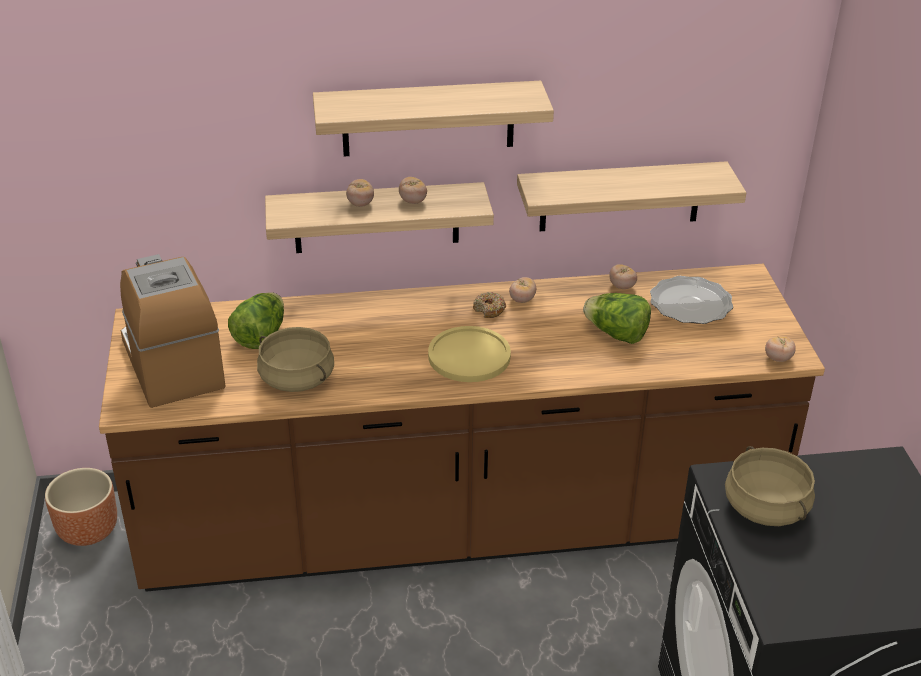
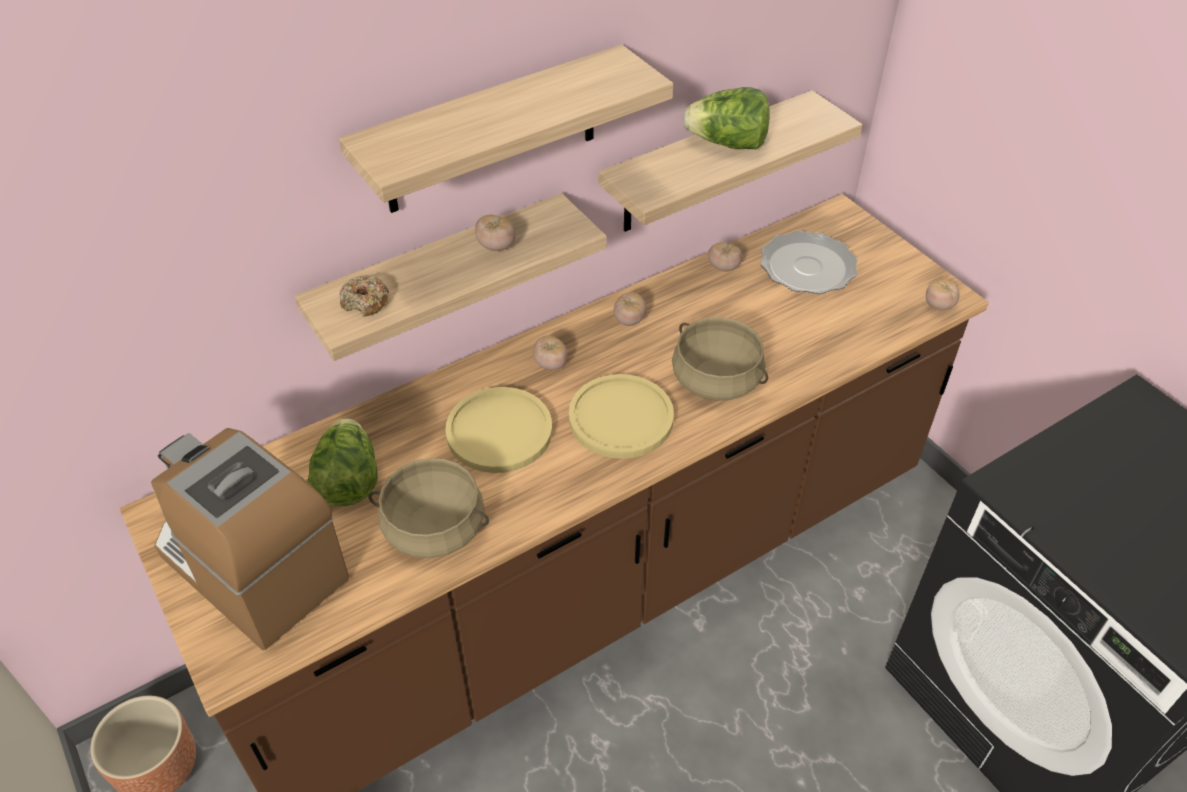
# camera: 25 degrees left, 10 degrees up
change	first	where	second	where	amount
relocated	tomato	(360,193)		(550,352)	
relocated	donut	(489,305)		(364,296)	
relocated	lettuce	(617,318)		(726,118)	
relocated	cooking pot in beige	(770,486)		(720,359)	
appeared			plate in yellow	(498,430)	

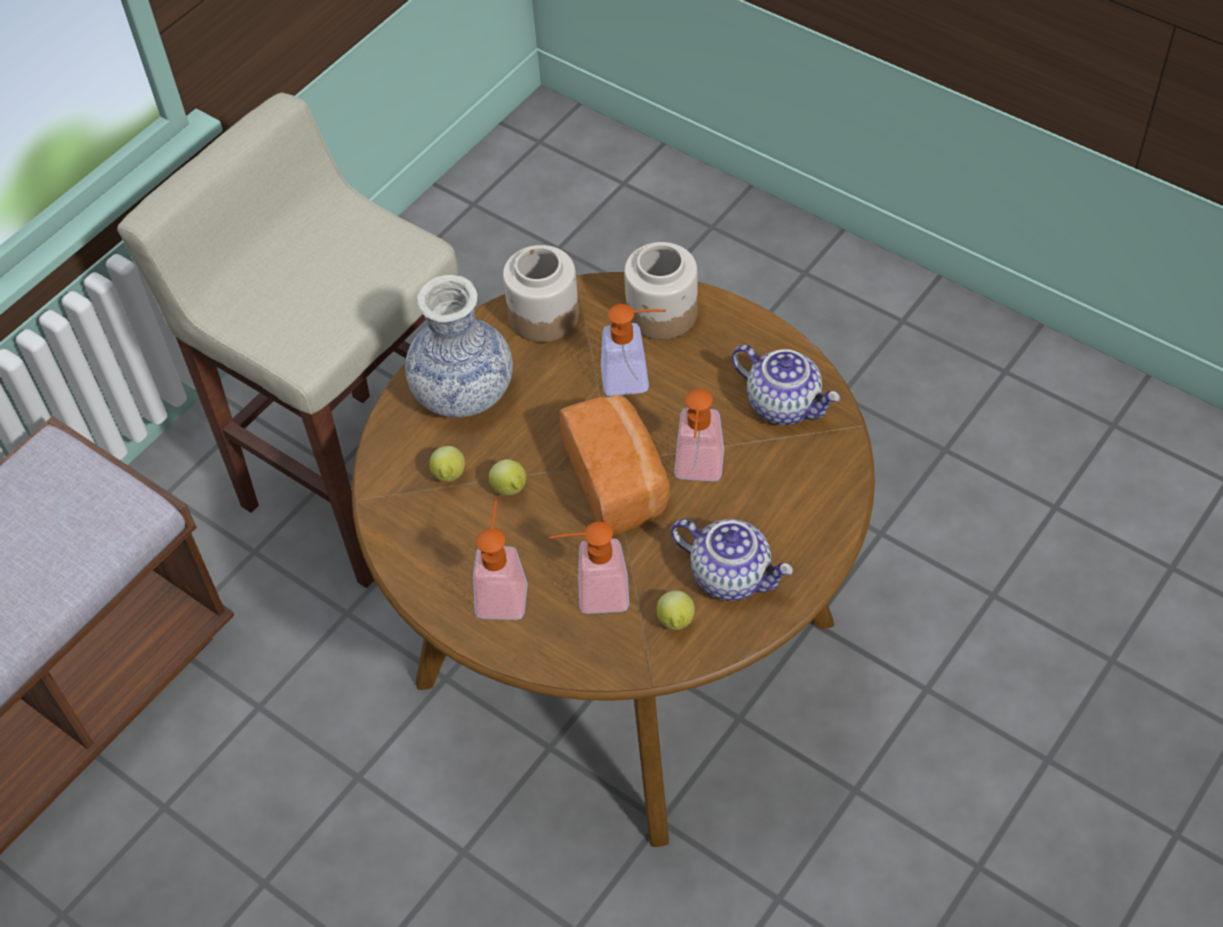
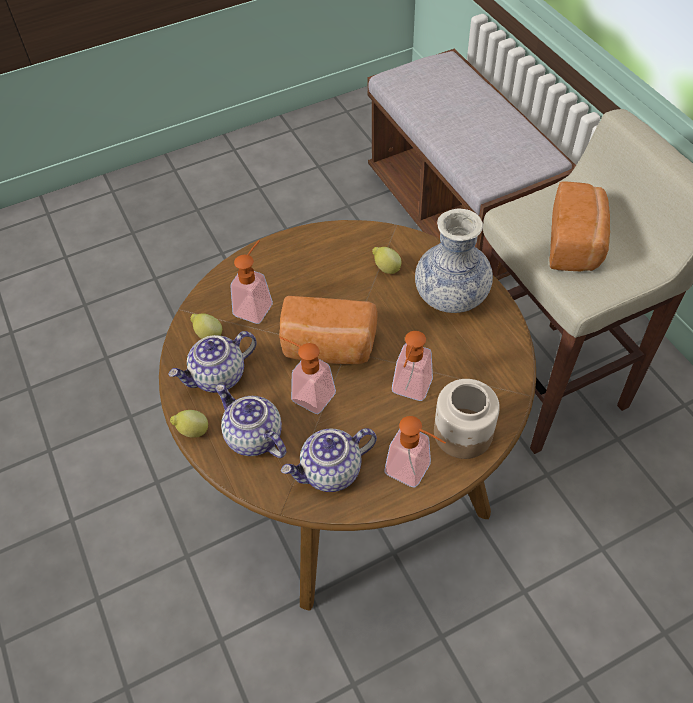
# camera: 115 degrees right, 0 degrees up
change	first	where	second	where	amount
missing	jar	(541,294)			
relocated	lemon	(507,477)		(189,424)	
relocated	soap dispenser	(500,560)		(415,452)	
appeared			bread	(580,226)	
appeared			teapot	(251,421)	

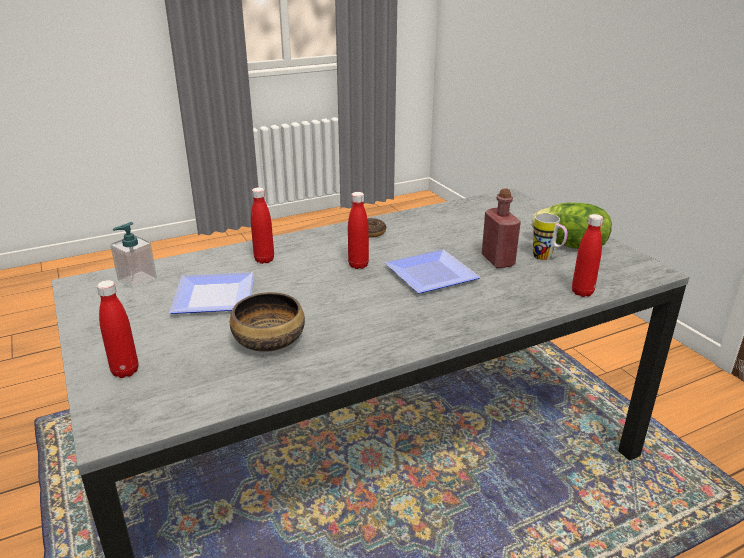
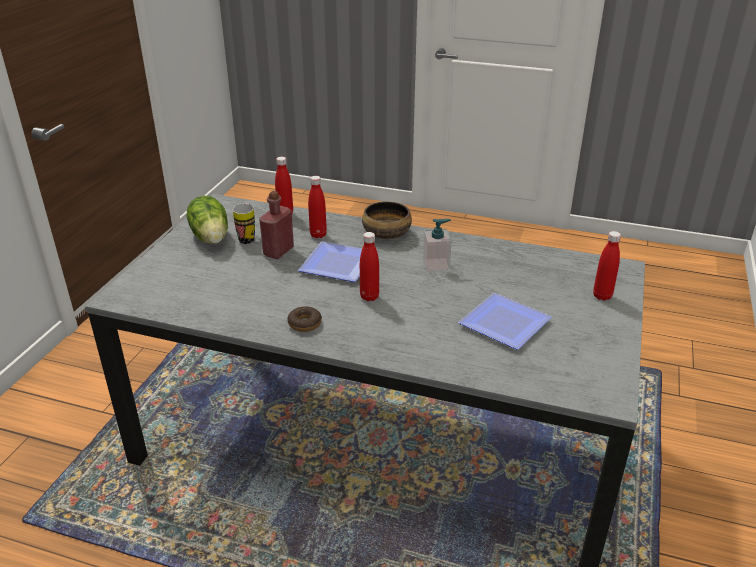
# camera: 135 degrees left, 5 degrees up
change	first	where	second	where	amount
relocated	bottle in red	(262,225)		(317,207)	
relocated	soap dispenser	(133,255)		(437,245)	
relocated	bowl	(267,322)		(387,220)	

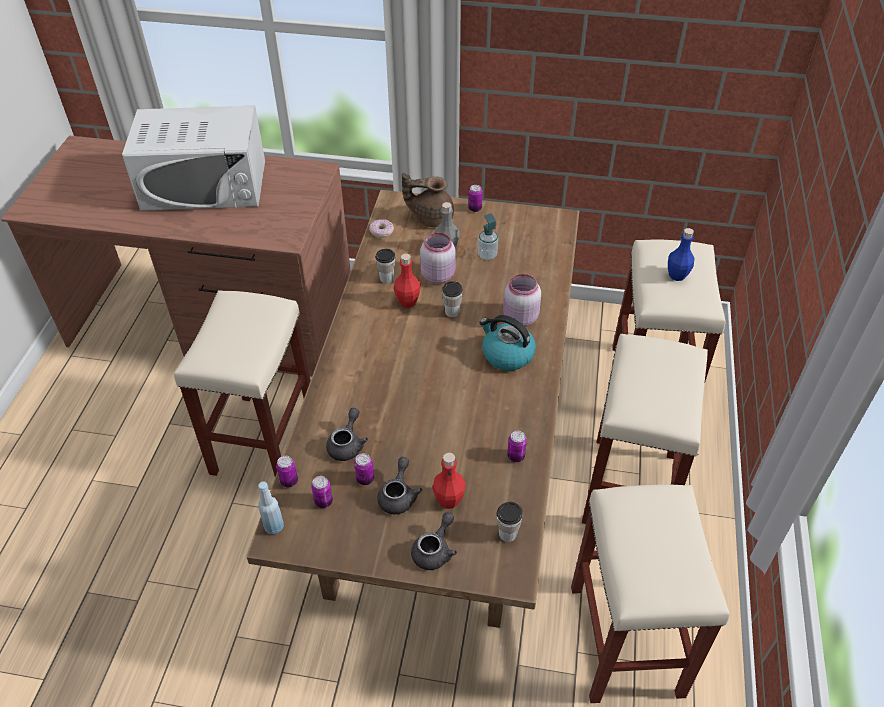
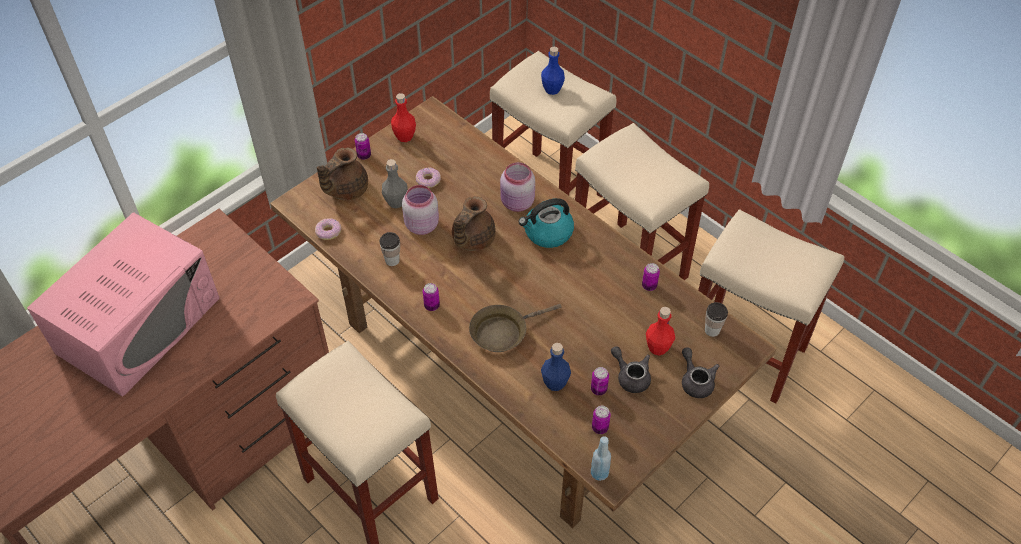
# camera: 55 degrees left, 5 degrees up
change	first	where	second	where	amount
colour	microwave in white	(193,158)	microwave in pink	(123,304)	
exchanged	soap dispenser	(488,236)	donut	(428,178)	
relocated	bottle in red	(407,281)		(403,117)	
exchanged	cup	(452,299)	teapot in brown	(474,223)	
exchanged	teapot in grey	(347,434)	bottle in blue	(556,367)	
relocated	can	(287,472)		(431,297)	
appeared			frying pan in brown	(515,328)	

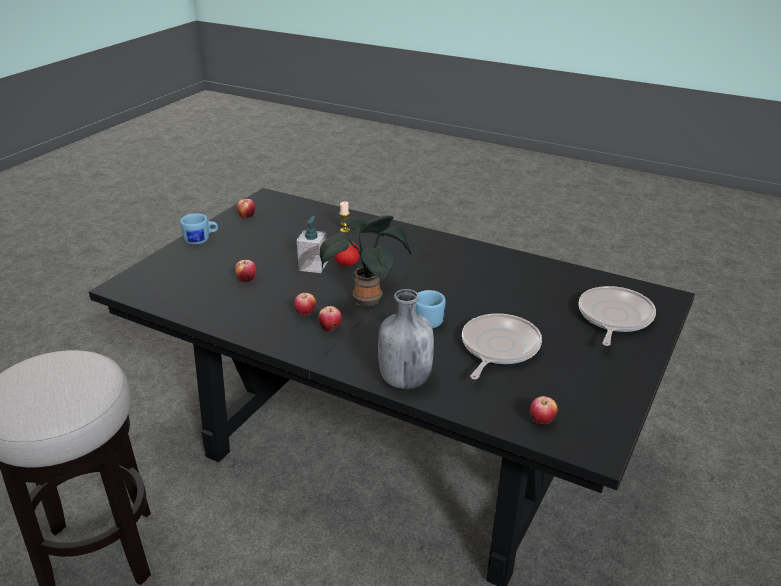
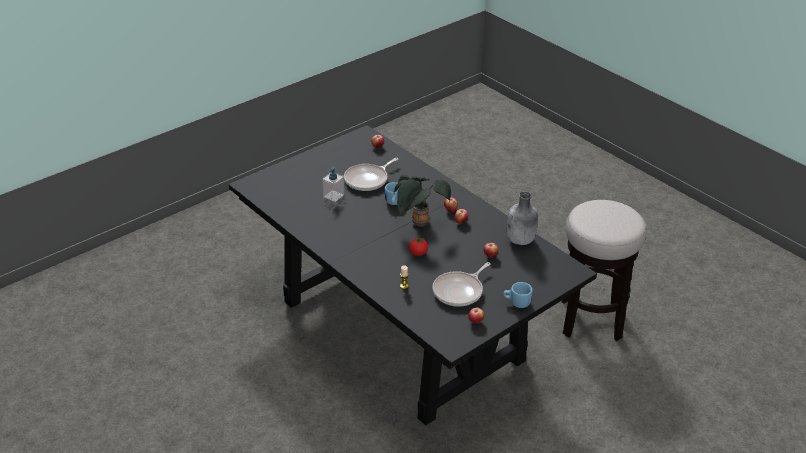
# camera: 160 degrees left, 5 degrees up
change	first	where	second	where	amount
relocated	soap dispenser	(312,244)		(333,184)	
relocated	frying pan	(617,316)		(462,284)	
relocated	bottle in grey	(406,339)		(522,218)	

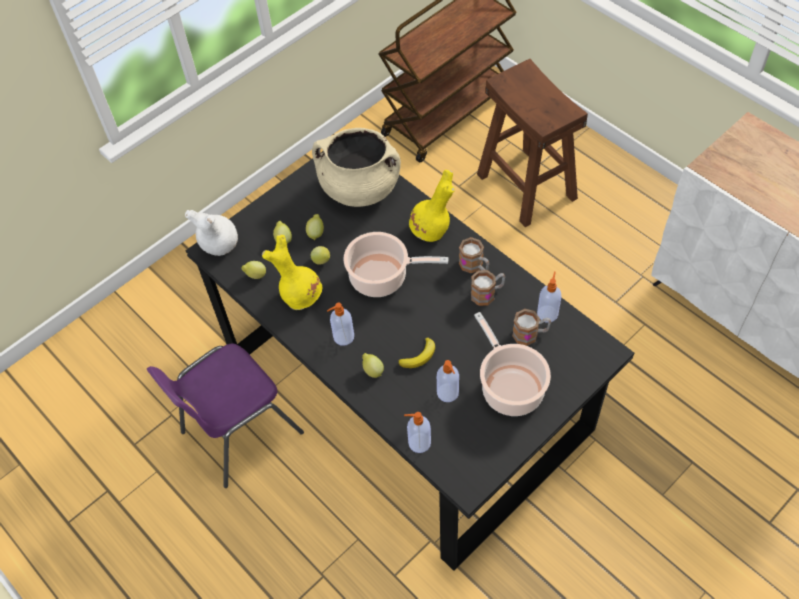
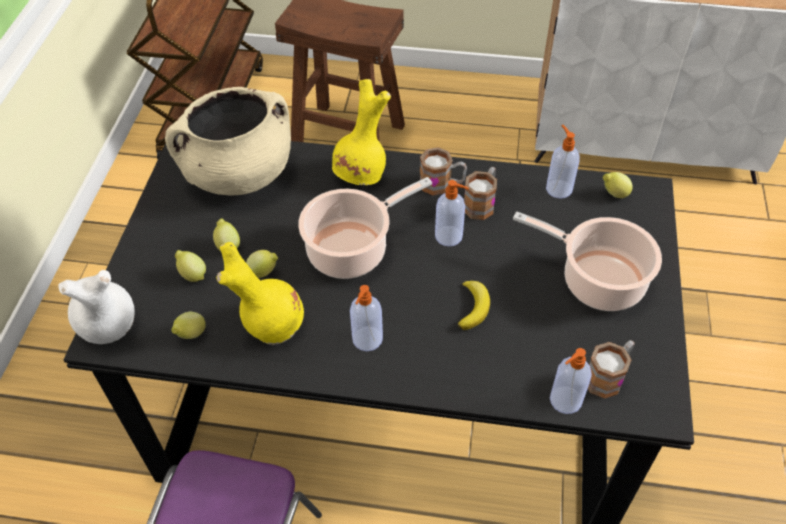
# camera: 40 degrees left, 5 degrees down
change	first	where	second	where	amount
relocated	mug	(531,327)		(611,369)	
relocated	lemon	(373,365)		(618,185)	
relocated	soap dispenser	(448,381)		(452,213)	

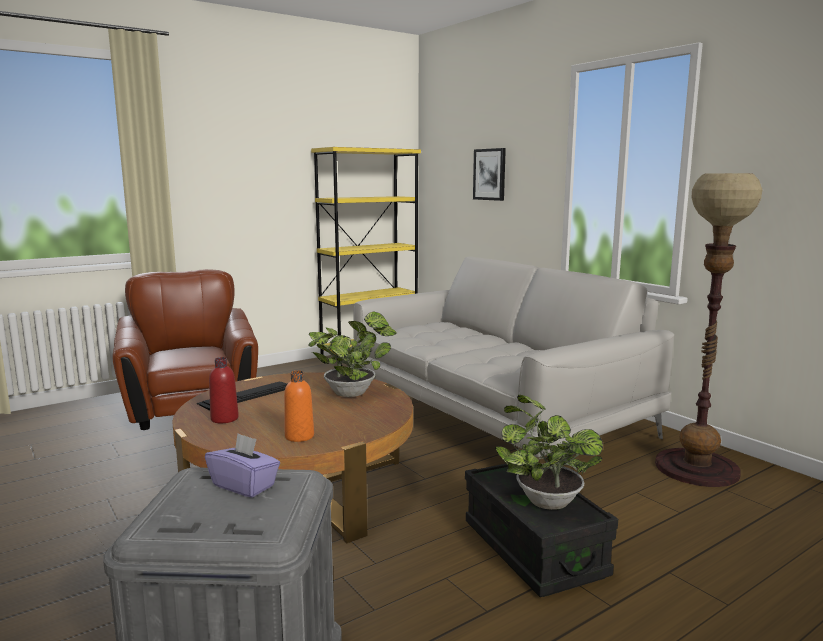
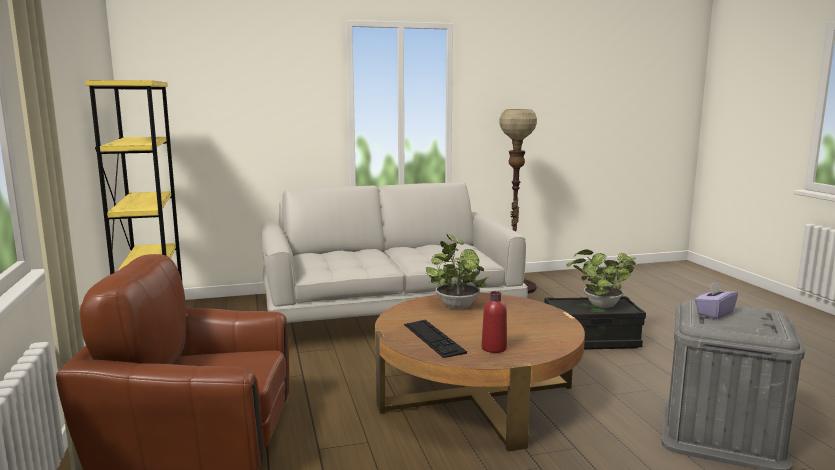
# camera: 70 degrees left, 0 degrees up
change	first	where	second	where	amount
missing	picture	(489,174)			
missing	bottle in orange	(299,406)			

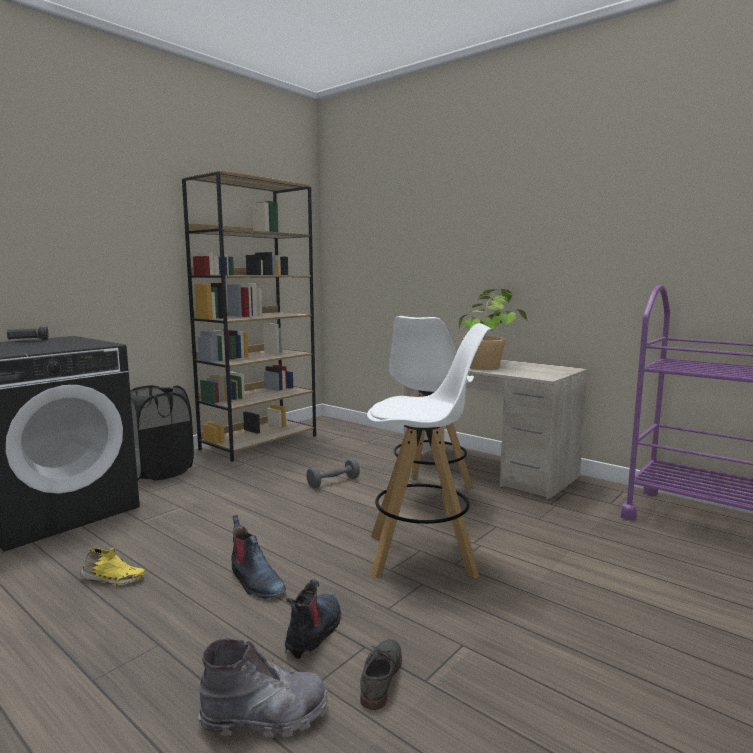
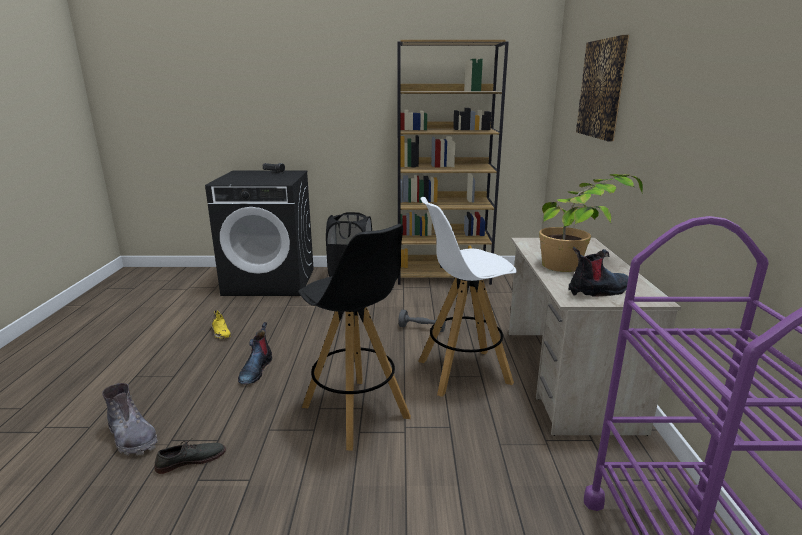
# camera: 50 degrees right, 10 degrees up
change	first	where	second	where	amount
colour	stool in white	(429,450)	stool in black	(354,337)	
relocated	boot	(313,619)		(598,272)	
appeared			picture	(602,88)	

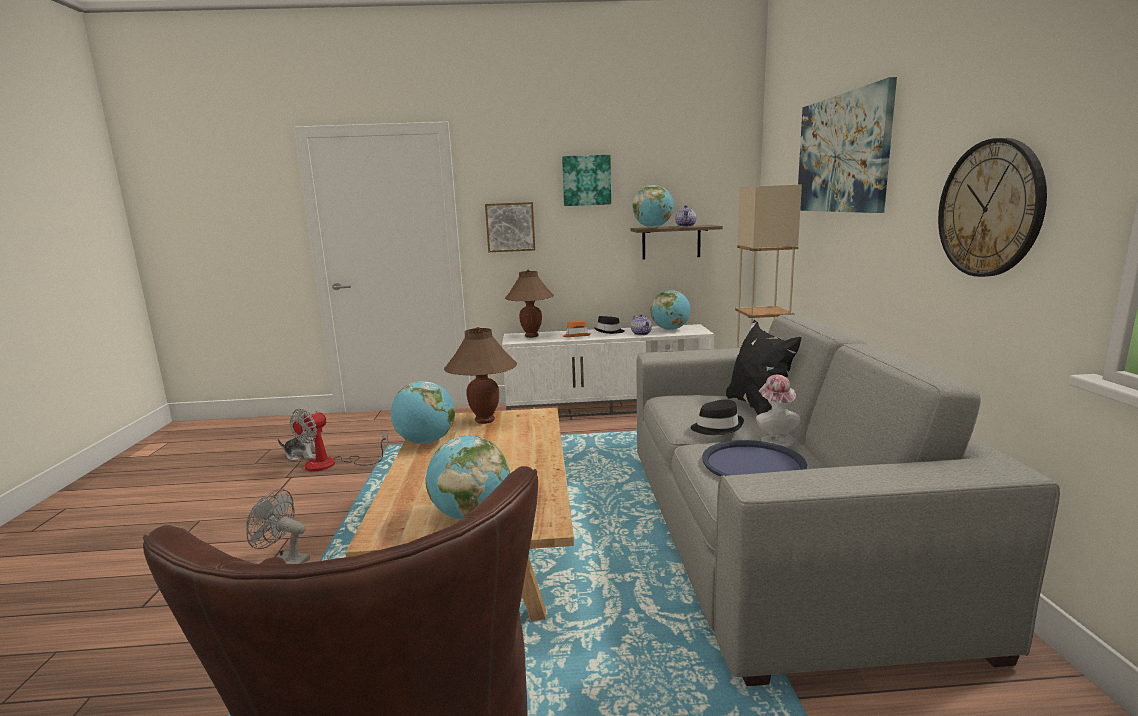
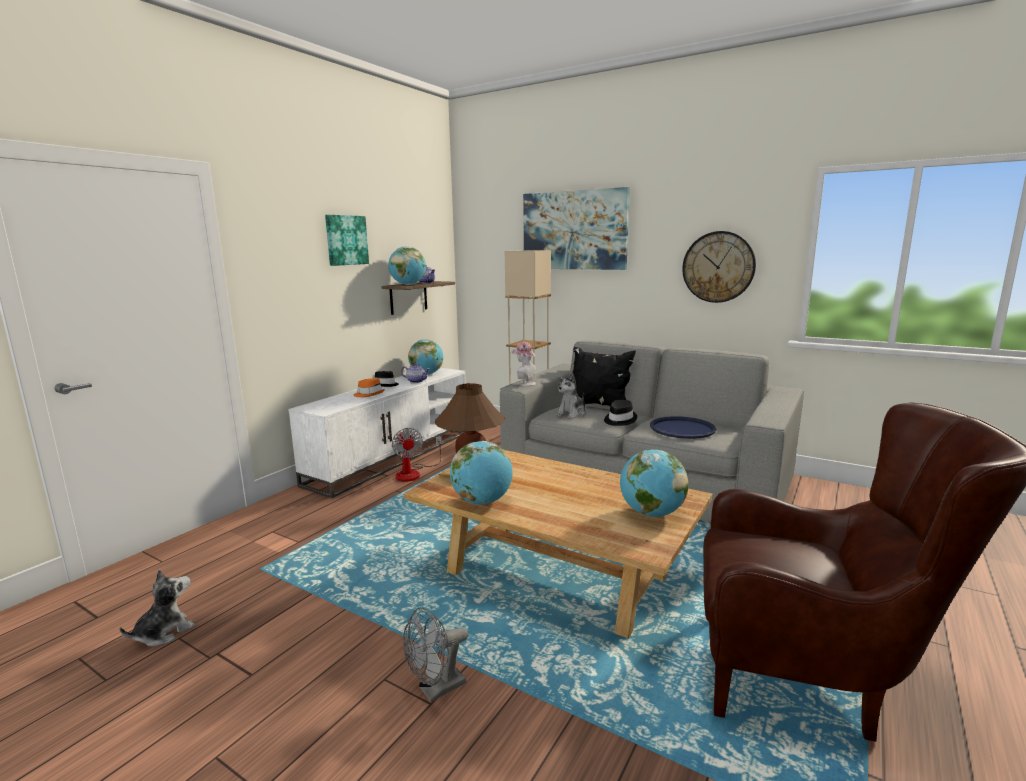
# camera: 55 degrees left, 0 degrees up
change	first	where	second	where	amount
missing	picture	(510,227)			
missing	table lamp in brown	(529,303)			
relocated	hat	(778,411)		(523,364)	
relocated	fan	(338,440)		(417,455)	
appeared			plush toy	(571,396)	

